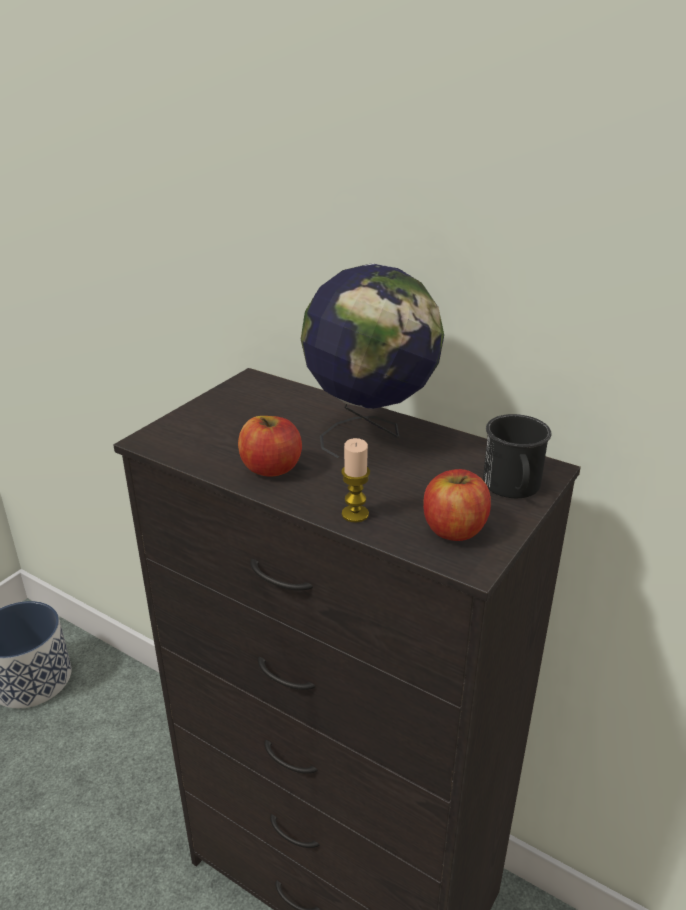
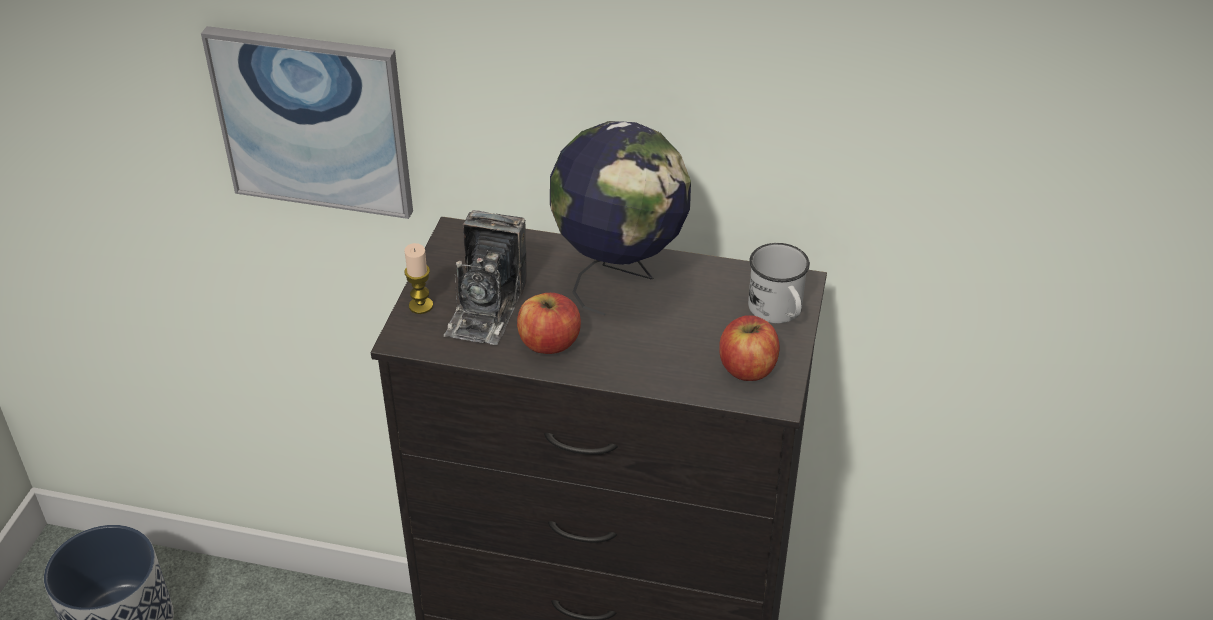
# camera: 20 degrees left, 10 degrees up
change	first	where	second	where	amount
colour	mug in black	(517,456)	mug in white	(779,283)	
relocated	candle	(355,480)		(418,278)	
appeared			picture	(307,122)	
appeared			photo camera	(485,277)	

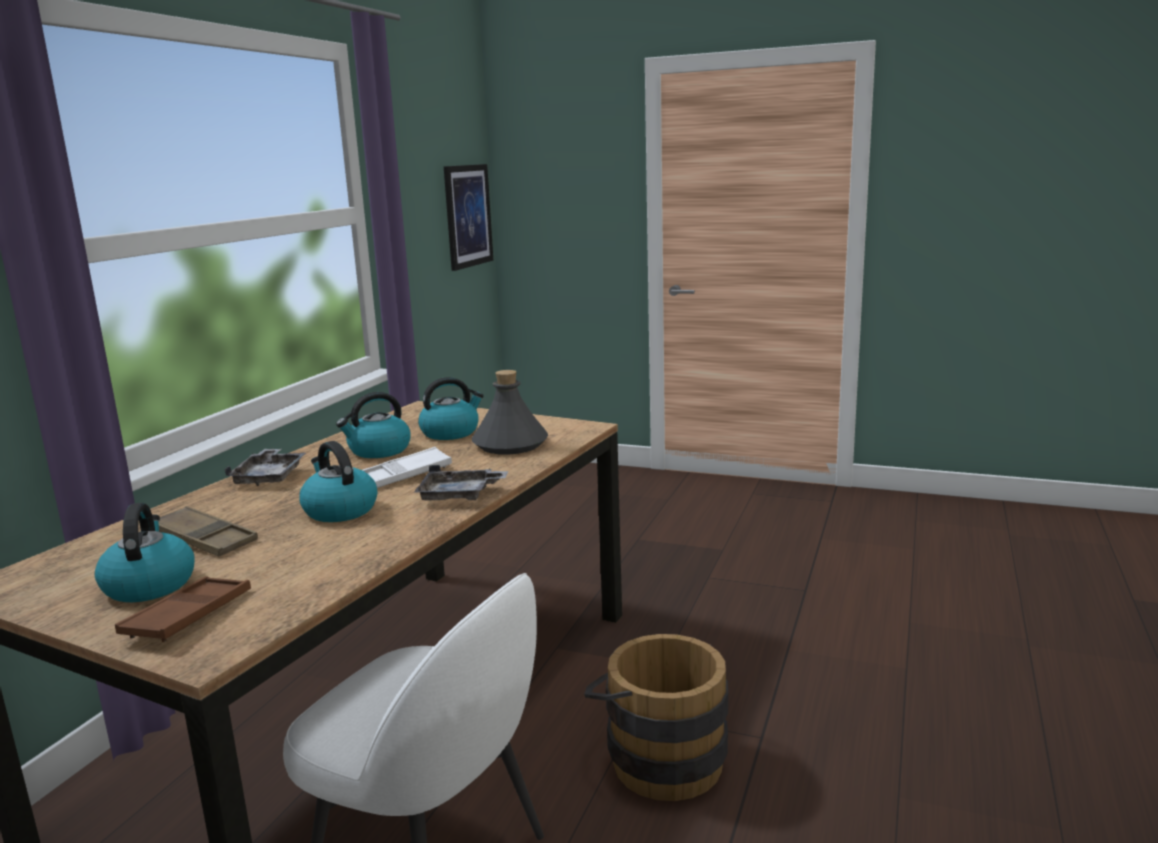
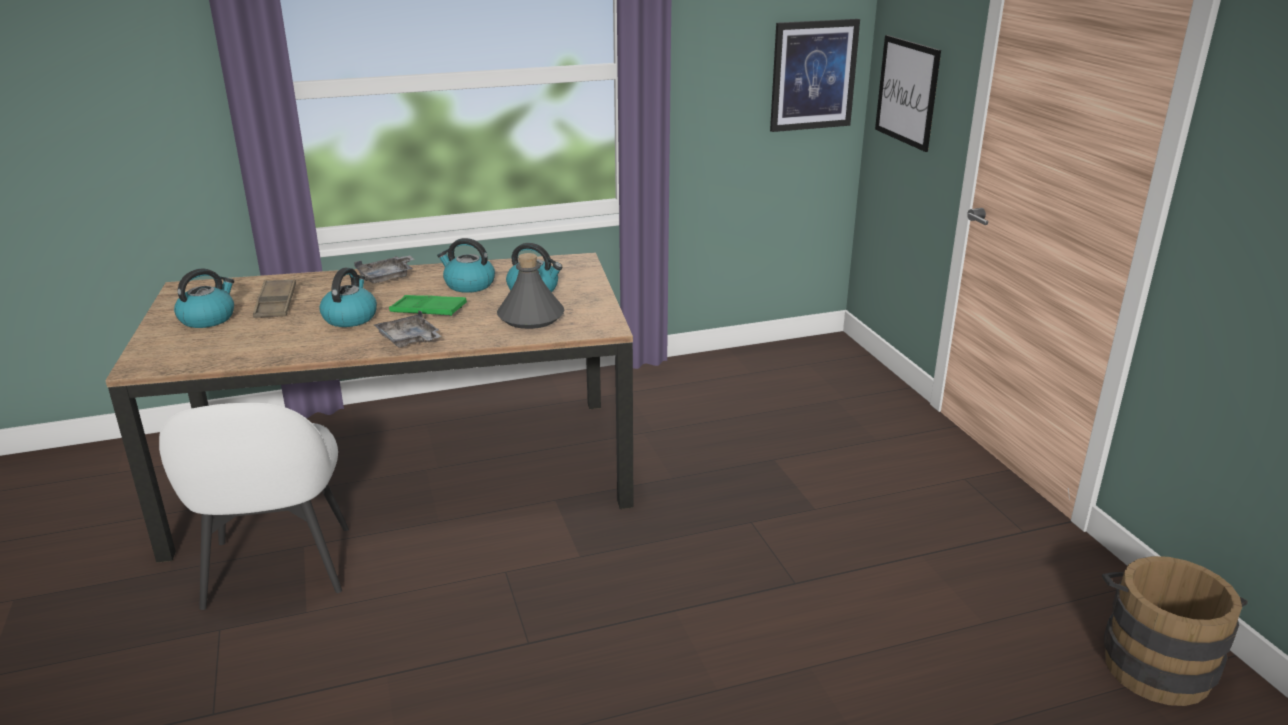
# camera: 50 degrees right, 10 degrees up
change	first	where	second	where	amount
colour	tray in white	(407,467)	tray in green	(428,305)	
missing	tray in brown	(183,609)			
relocated	bucket in brown	(656,717)		(1175,631)	
appeared			picture	(908,93)	

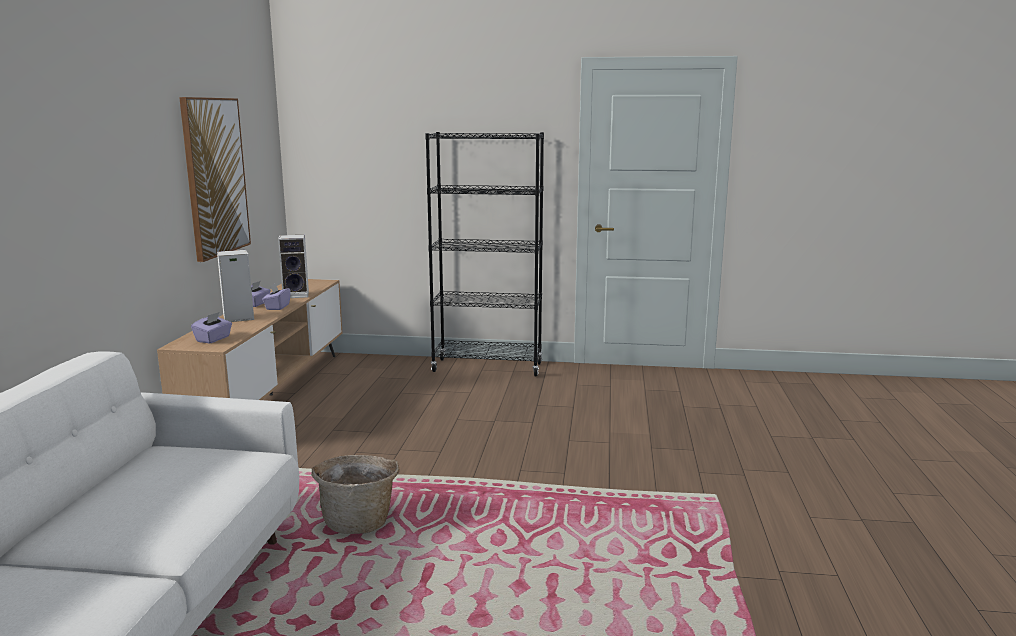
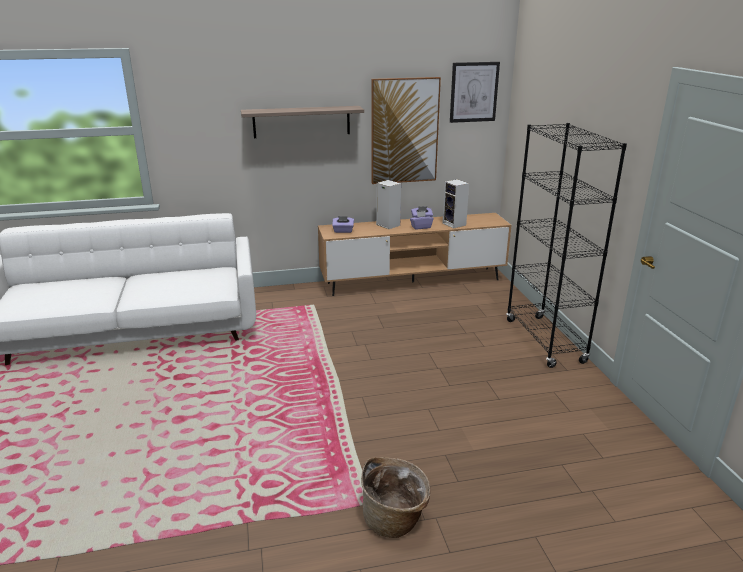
# camera: 70 degrees right, 10 degrees up
change	first	where	second	where	amount
relocated	basket	(355,494)		(395,497)	
appeared			picture	(475,92)	
appeared			shelf	(302,122)	

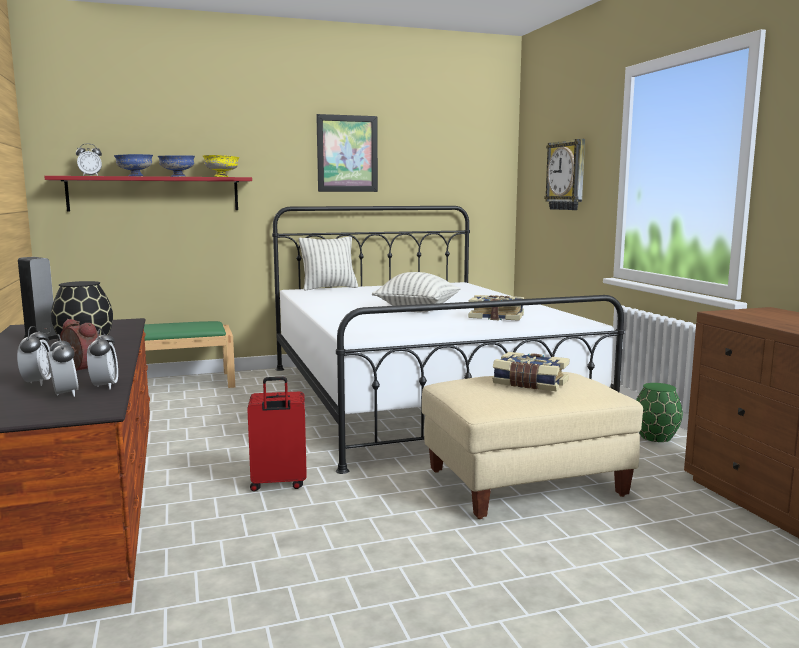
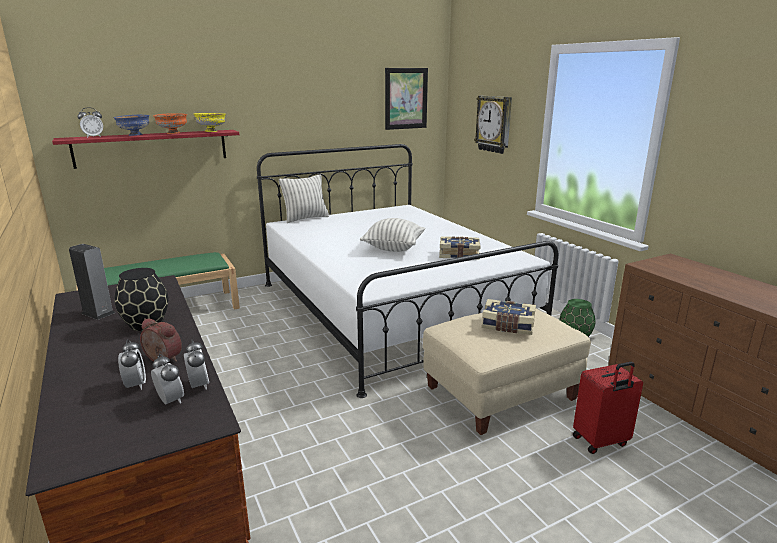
# camera: 10 degrees left, 10 degrees up
change	first	where	second	where	amount
relocated	picture	(347,153)		(406,99)	
colour	bowl in blue	(176,166)	bowl in orange	(170,123)	
relocated	suitcase in red	(277,434)		(608,408)	

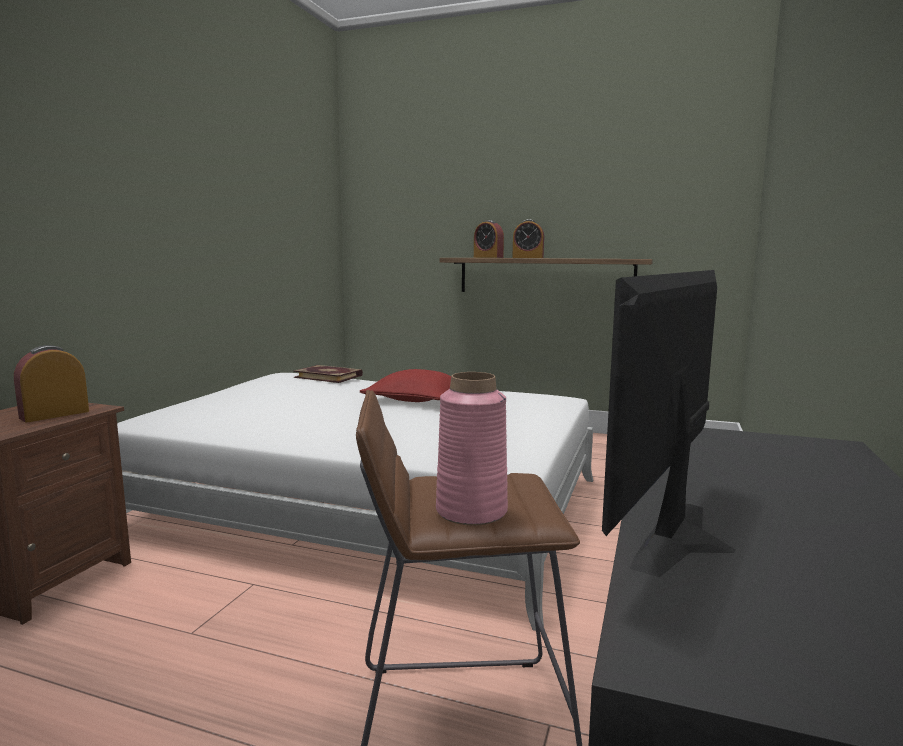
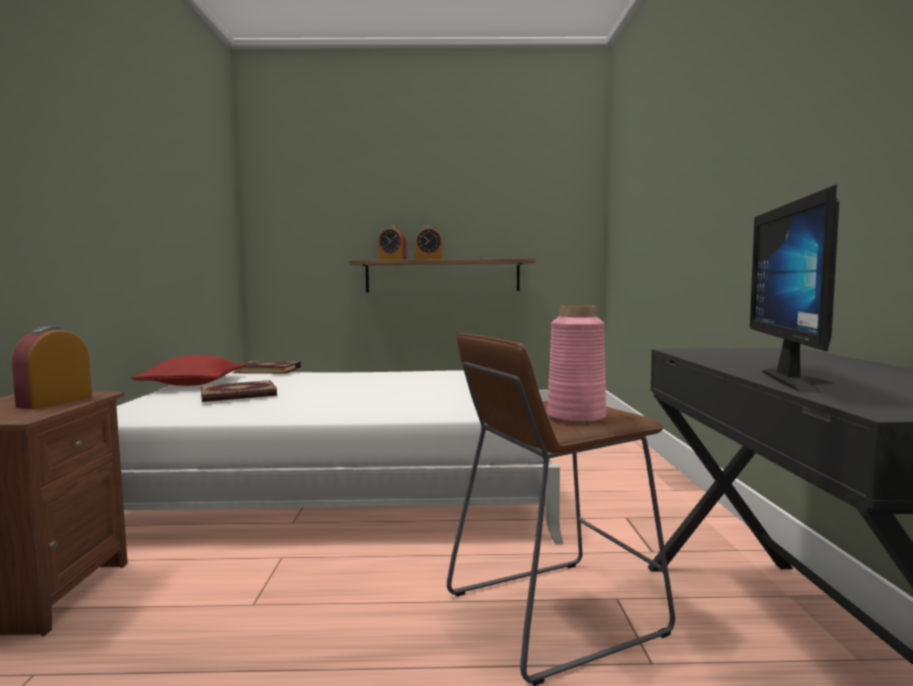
# camera: 20 degrees left, 5 degrees down
change	first	where	second	where	amount
relocated	pillow in red	(405,385)		(188,370)	
appeared			book	(239,391)	

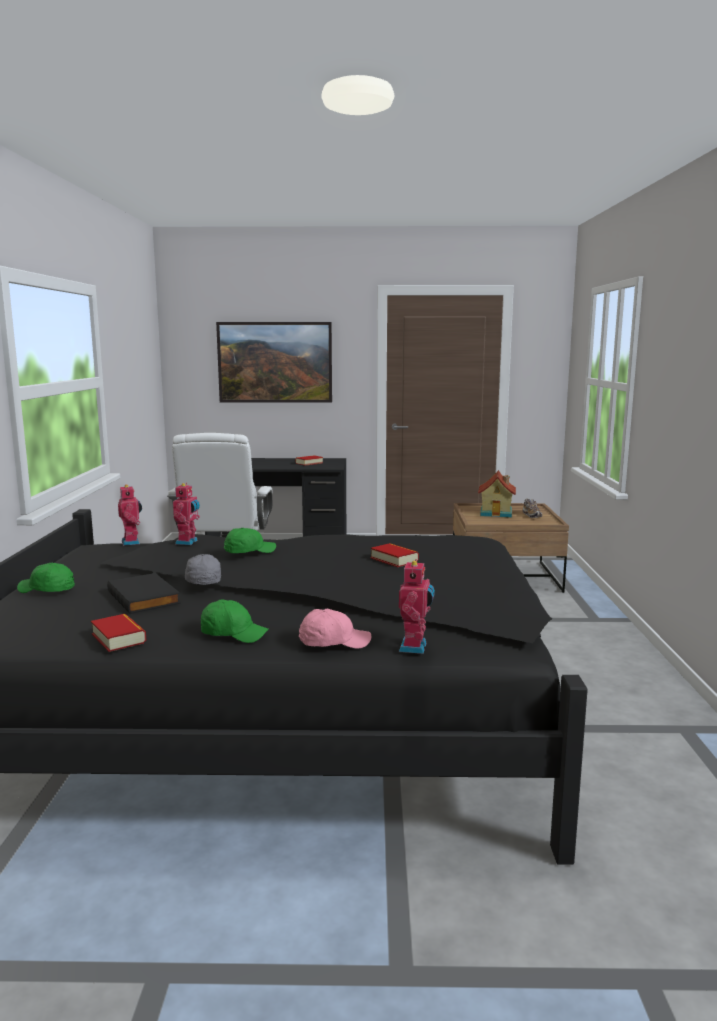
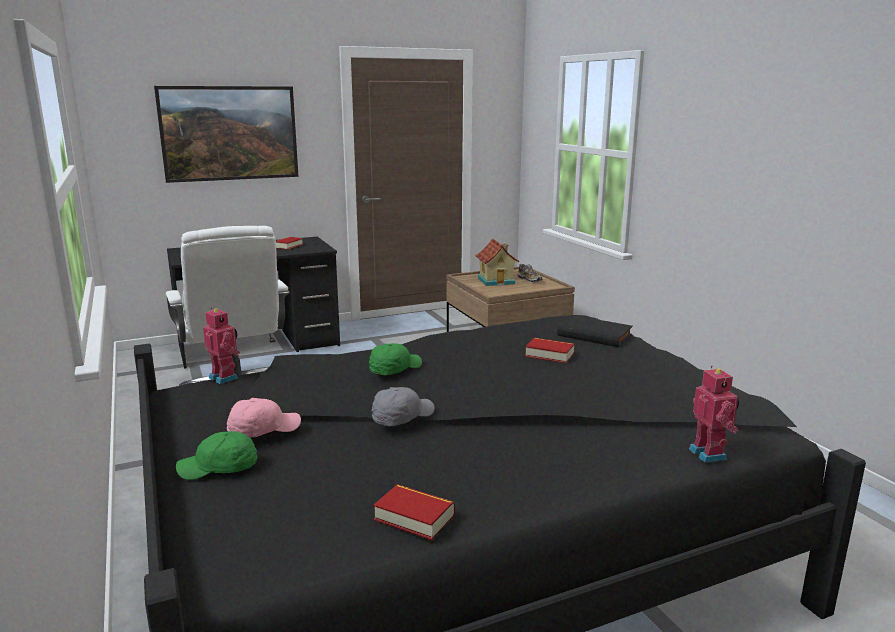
# camera: 25 degrees left, 5 degrees up
change	first	where	second	where	amount
missing	toy robot	(186,514)			
spun	cap in grey	(203,569)		(403,406)	90 degrees clockwise
relocated	book in black	(144,593)		(595,331)	
missing	cap in green	(235,621)			
relocated	cap in pink	(335,628)		(264,418)	

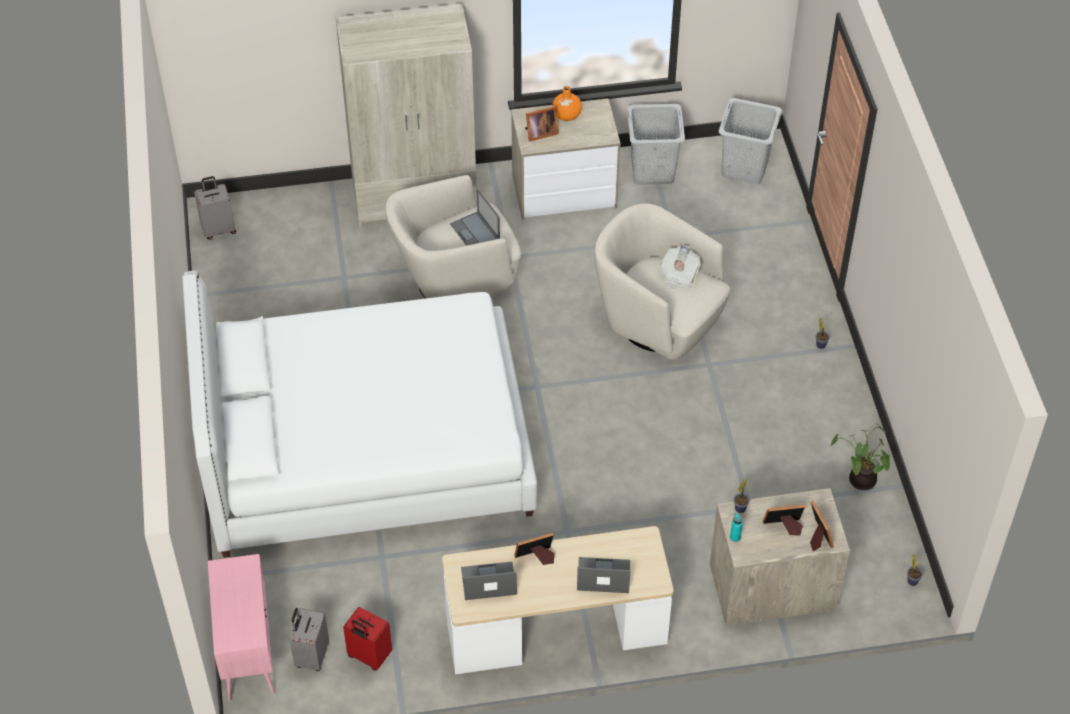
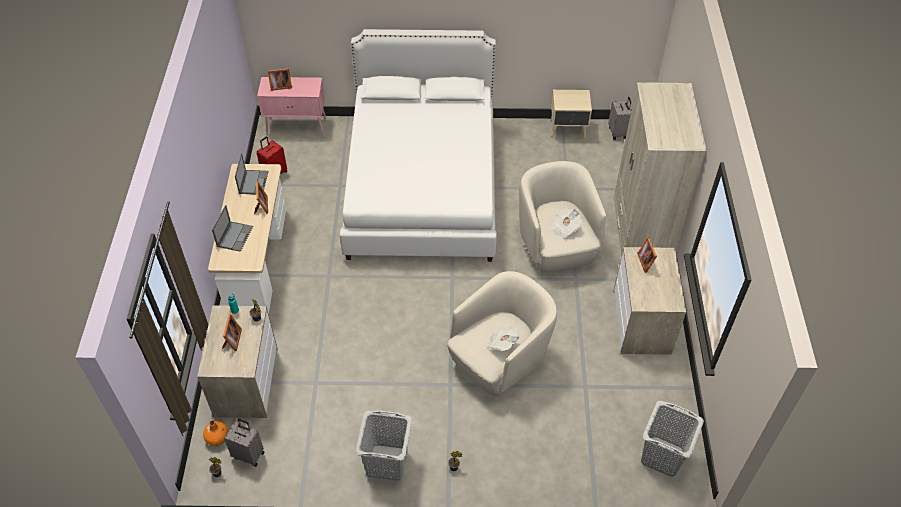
# camera: 100 degrees right, 0 degrees up
change	first	where	second	where	amount
relocated	vase in orange	(567,103)		(216,433)	
relocated	laundry basket in grey	(656,144)		(383,445)	
exchanged	laptop	(475,217)	newspaper	(566,223)	
missing	potted plant	(860,456)			
relocated	picture frame	(822,526)		(280,79)	
relocated	suitcase in grey	(309,639)		(244,443)	
appeared			nightstand in beige	(571,114)	

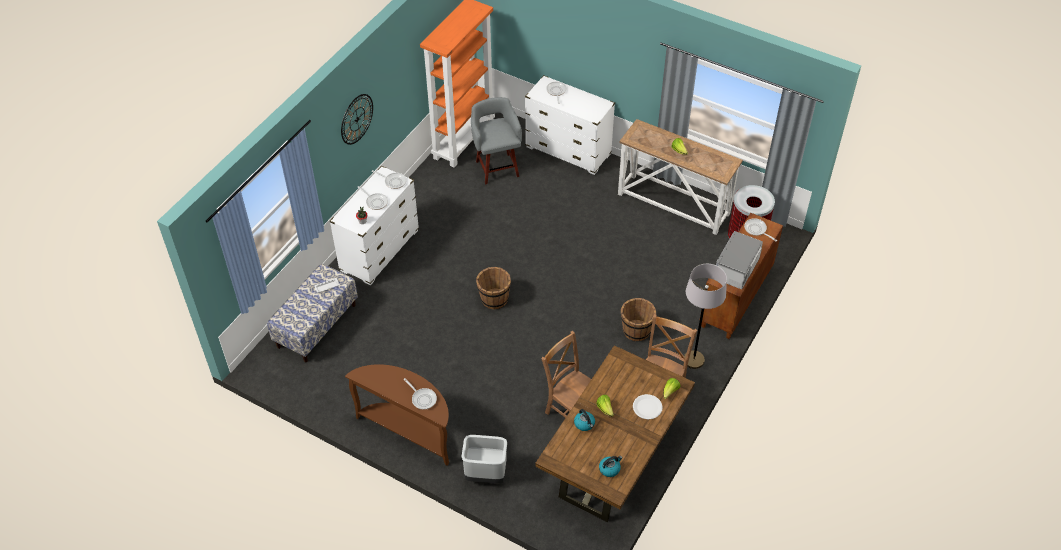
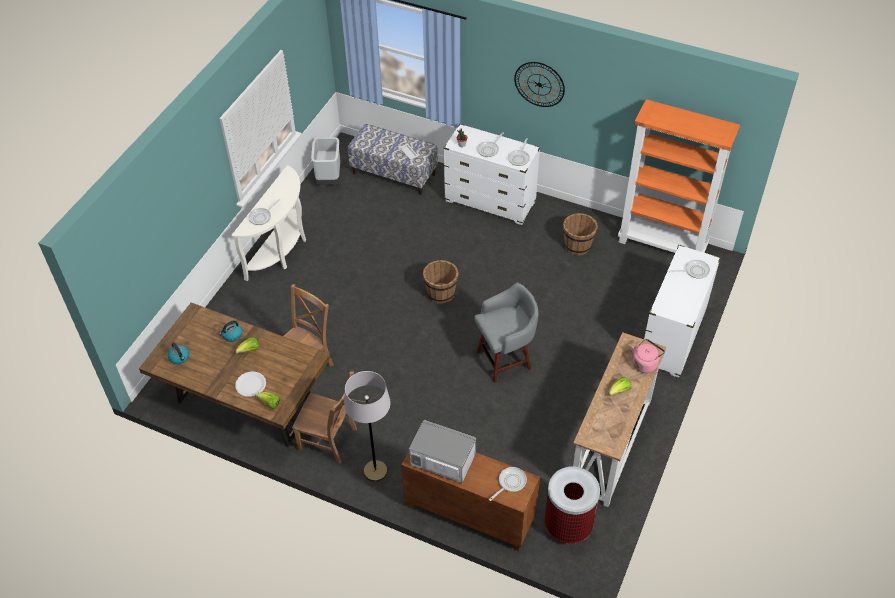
# camera: 85 degrees right, 0 degrees up
change	first	where	second	where	amount
relocated	stool in grey	(496,141)		(507,333)	
relocated	bucket in brown	(638,319)		(580,234)	
colour	console table in brown	(397,415)	console table in white	(268,223)	
relocated	trash can in grey	(484,459)		(326,161)	
appeared			kettle in pink	(648,356)	

